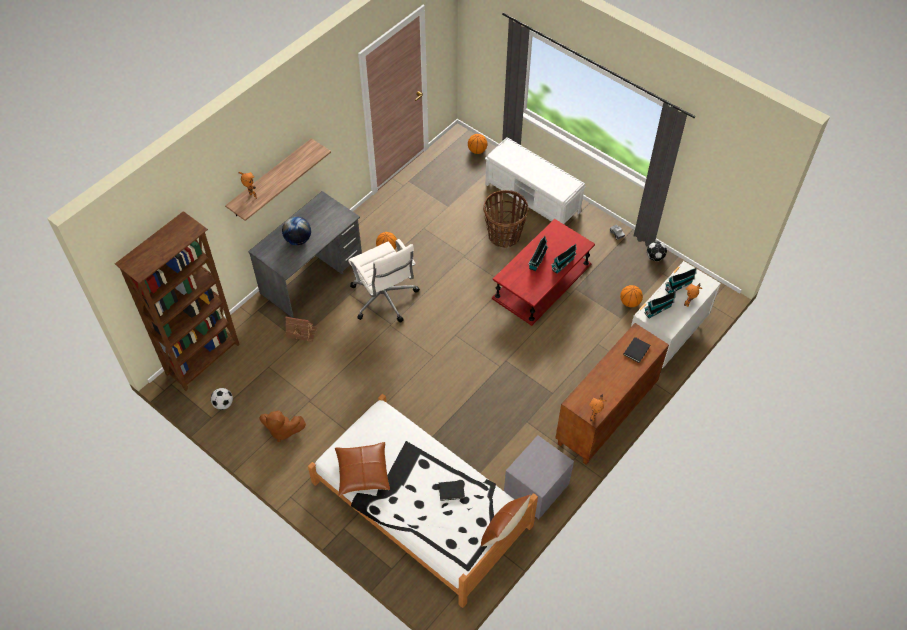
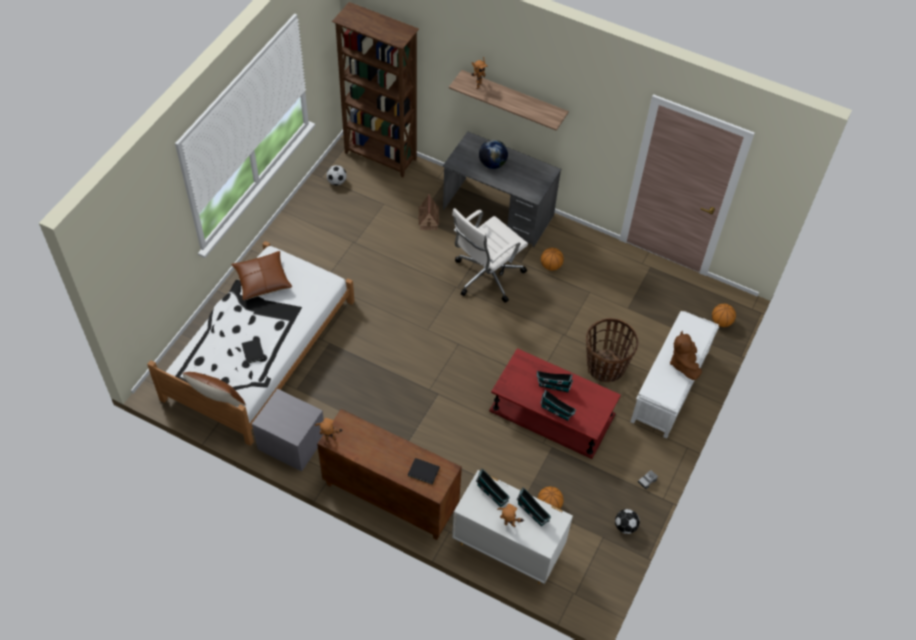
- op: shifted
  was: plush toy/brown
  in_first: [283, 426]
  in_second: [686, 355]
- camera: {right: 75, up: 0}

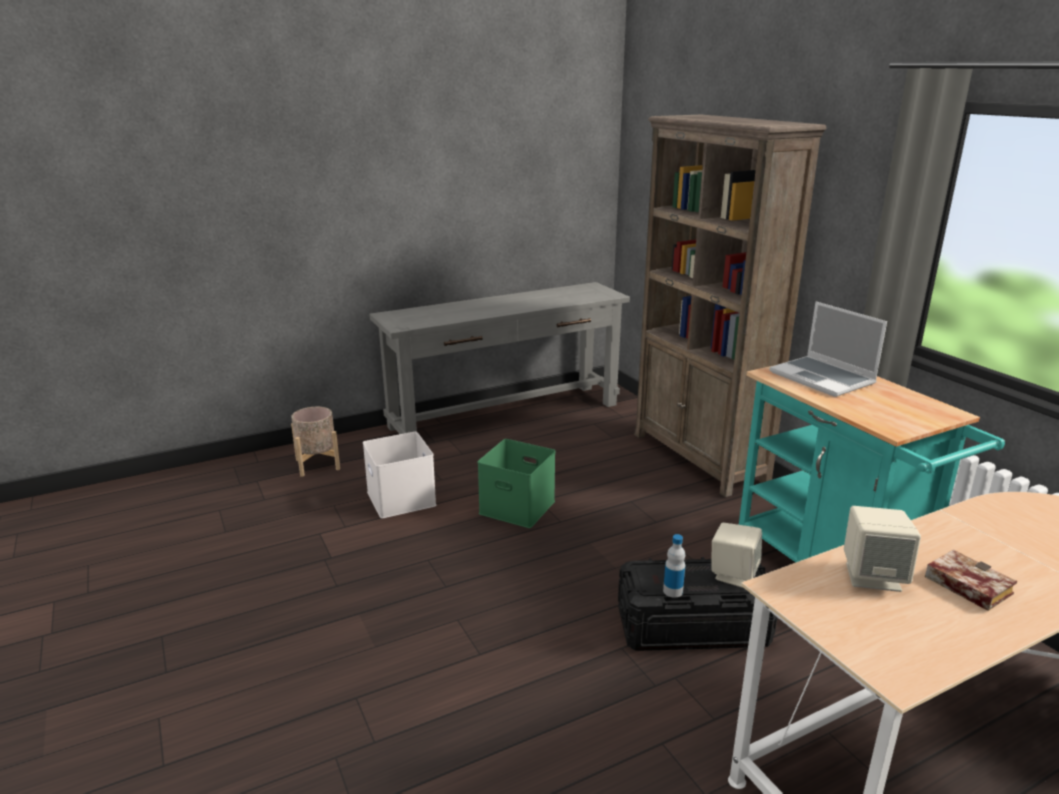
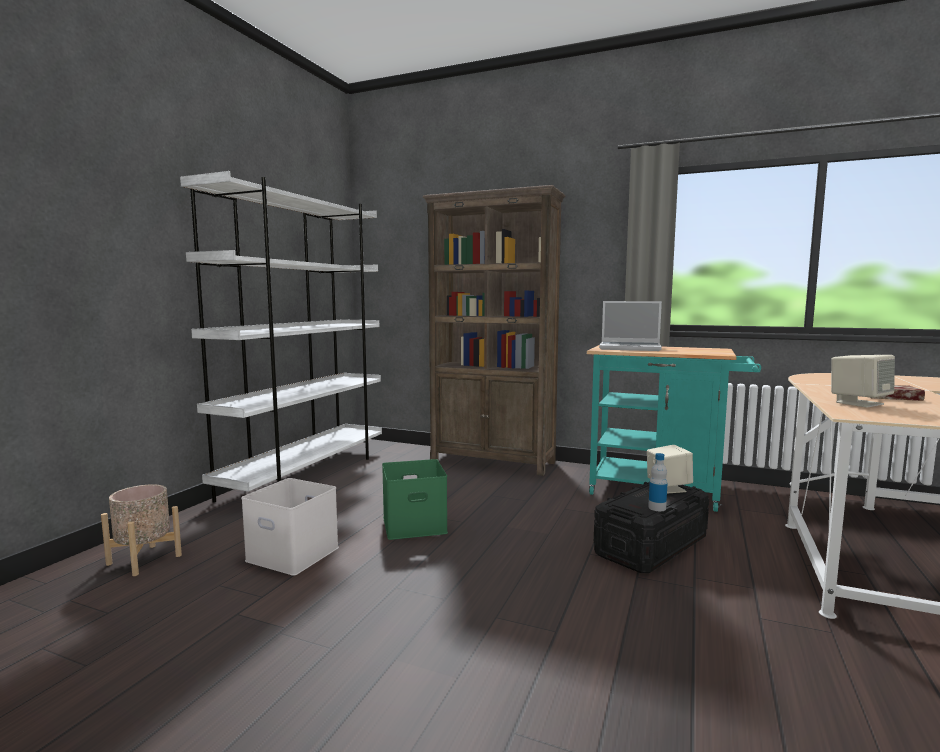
- op: swapped
  was: console table/grey
  now: bookcase/white
  in_first: [499, 358]
  in_second: [281, 337]
- camera: {right: -40, up: -15}

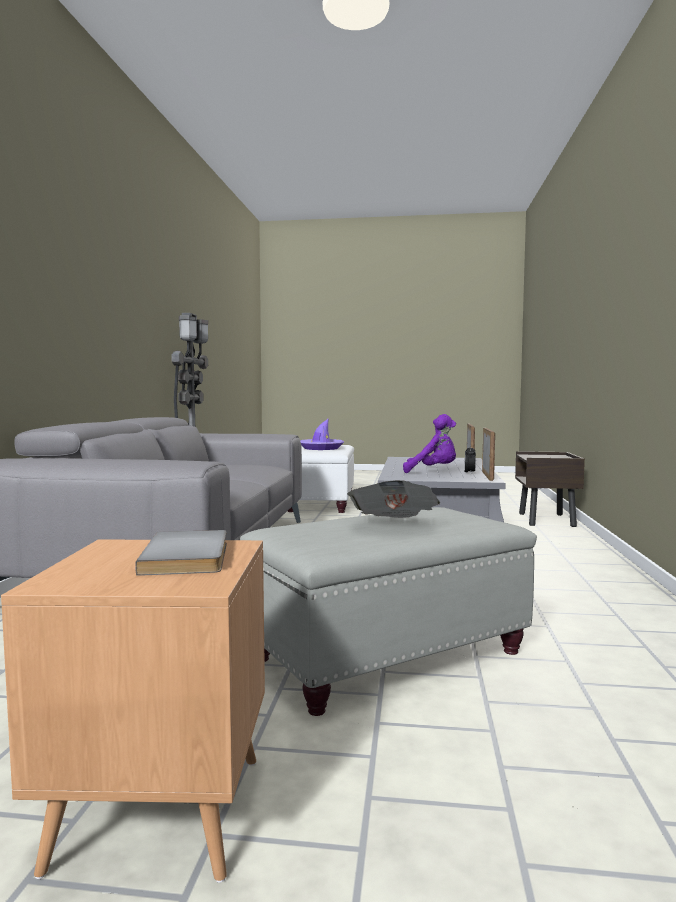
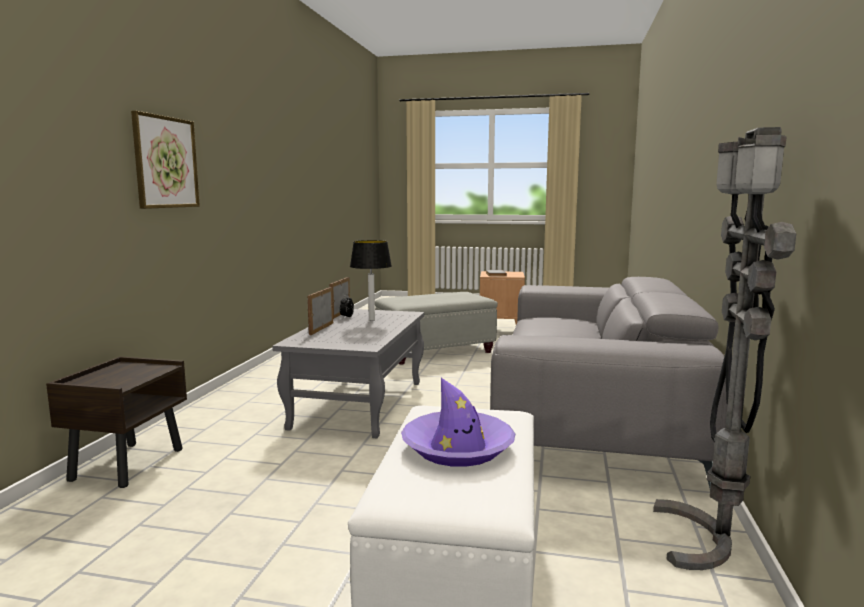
- op: gone
  was: newspaper
  in_first: [394, 499]
- op: swapped
  was: plush toy/purple
  now: table lamp
  in_first: [429, 443]
  in_second: [371, 280]
- op: new
  now: picture
  in_second: [165, 160]
- camera: {right: -175, up: 5}

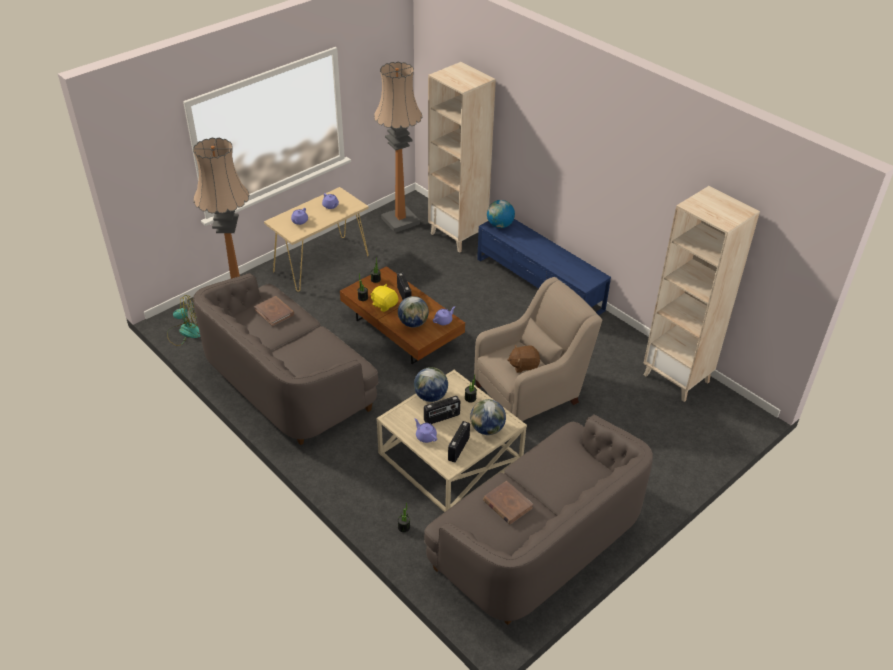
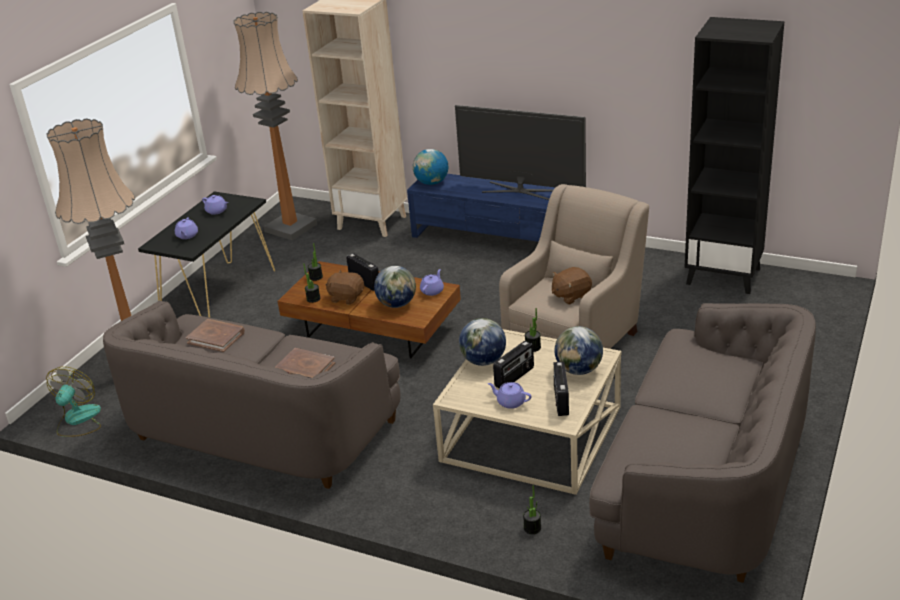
- op: rotated
  was: fan
  in_first: [183, 320]
  in_second: [73, 402]
  clockwise: -45
- op: repainted
  was: console table/beige
  now: console table/black
  in_first: [316, 239]
  in_second: [206, 255]
- op: repainted
  was: plush toy/yellow
  now: plush toy/brown
  in_first: [384, 298]
  in_second: [345, 287]
- op: shifted
  was: book/brown
  in_first: [508, 503]
  in_second: [305, 363]
- op: repainted
  was: bookcase/beige
  now: bookcase/black
  in_first: [701, 294]
  in_second: [734, 155]
- op: new
  now: television
  in_second: [520, 152]
- camera: {right: -20, up: -10}

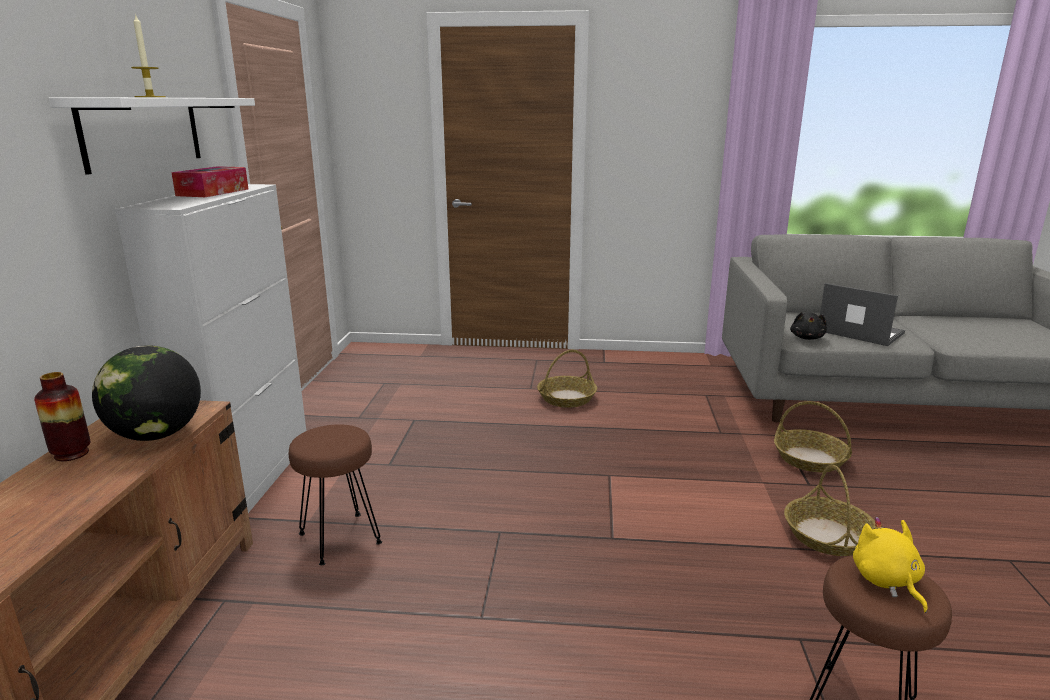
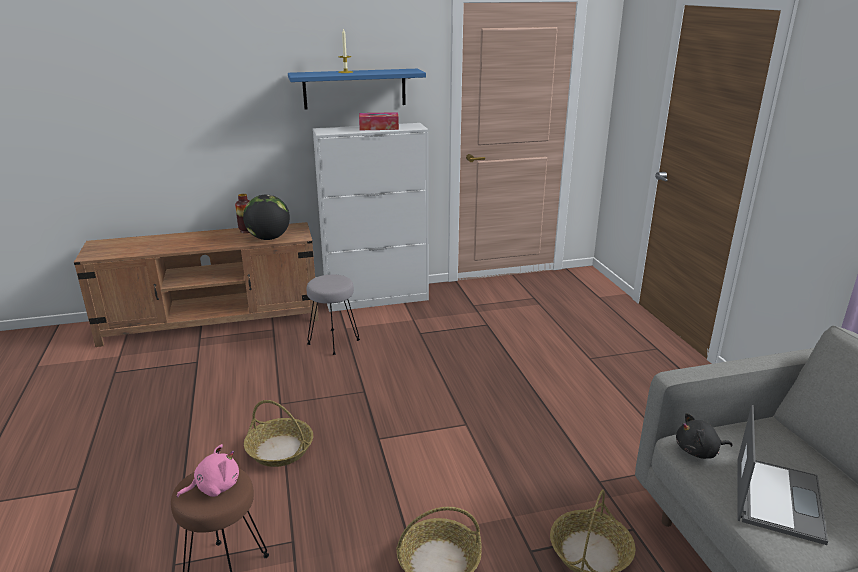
- op: repainted
  was: shelf/white
  now: shelf/blue
  in_first: [151, 136]
  in_second: [357, 89]
- op: repainted
  was: stool/brown
  now: stool/grey
  in_first: [335, 494]
  in_second: [333, 314]
- op: shifted
  was: basket
  in_first: [567, 378]
  in_second: [278, 433]
- op: repainted
  was: plush toy/yellow
  now: plush toy/pink
  in_first: [890, 565]
  in_second: [208, 471]
- camera: {right: 70, up: 5}

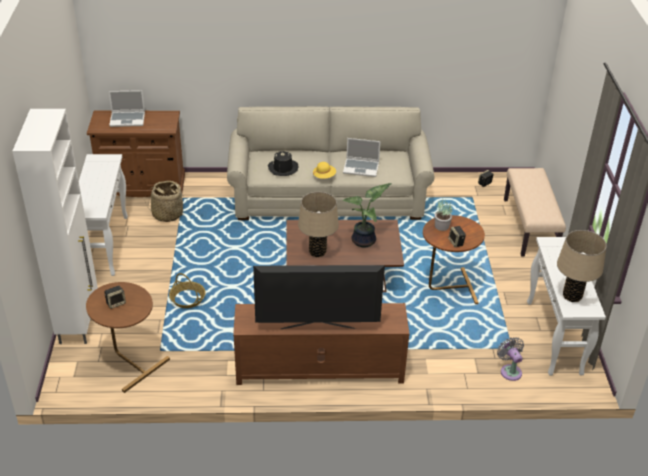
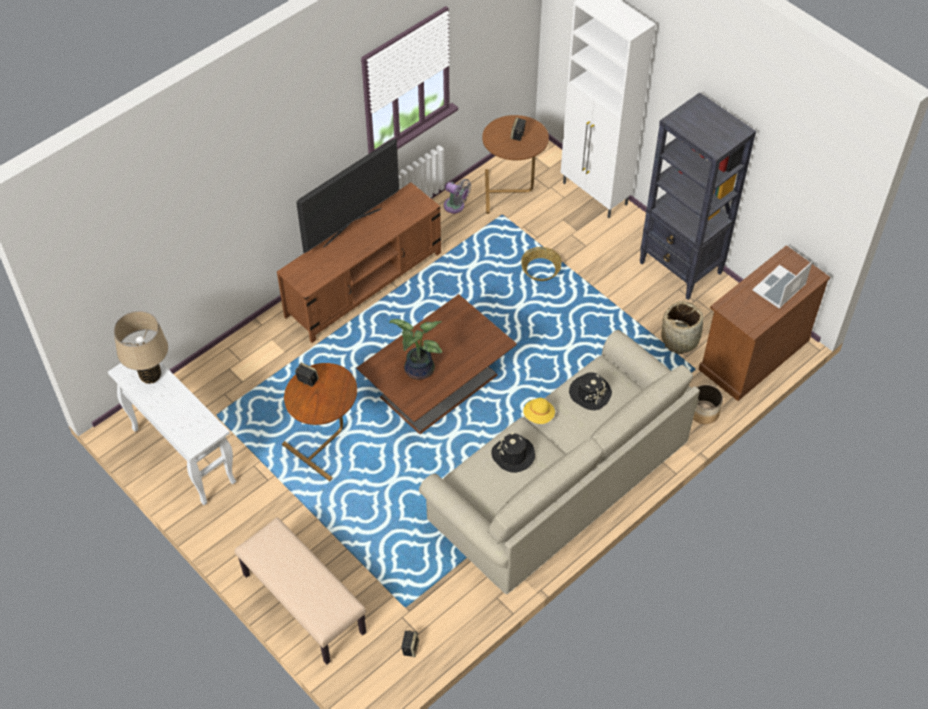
- op: swapped
  was: console table/white
  now: bookcase/black
  in_first: [103, 215]
  in_second: [698, 196]
- op: gone
  was: table lamp/beige
  in_first: [318, 224]
- op: swapped
  was: laptop
  now: hat/black
  in_first: [361, 157]
  in_second: [513, 452]
- op: gone
  was: potted plant
  in_first: [443, 215]
- op: shifted
  was: fan/grey
  in_first: [510, 359]
  in_second: [457, 196]
- op: new
  now: planter
  in_second: [708, 404]
- camera: {right: 140, up: 15}

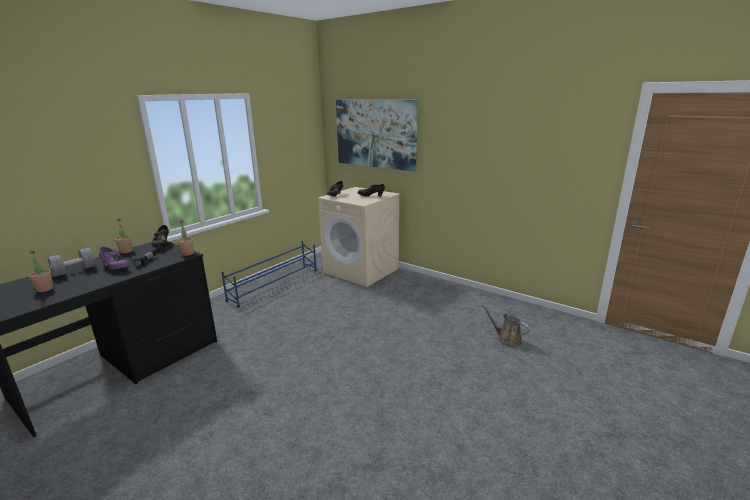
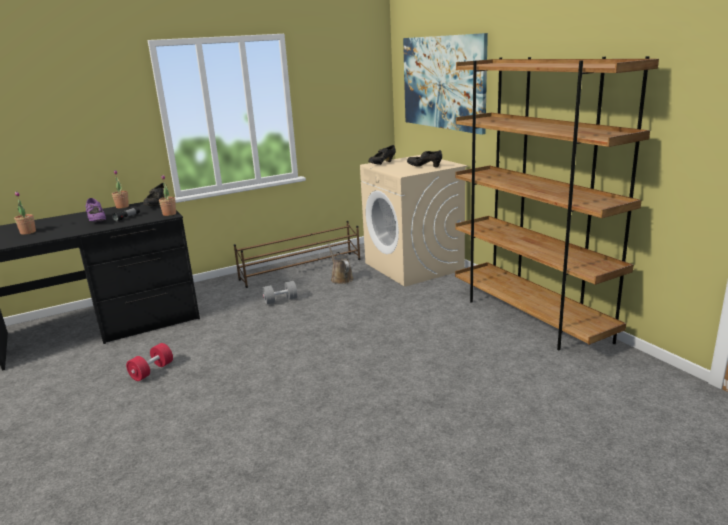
- op: shifted
  was: dumbbell/grey
  in_first: [72, 262]
  in_second: [279, 293]
- op: repainted
  was: shoe rack/blue
  now: shoe rack/brown
  in_first: [269, 274]
  in_second: [297, 254]
- op: shifted
  was: watering can/brown
  in_first: [506, 326]
  in_second: [340, 263]
- op: new
  now: dumbbell/red
  in_second: [149, 362]
- op: new
  now: bookcase/brown
  in_second: [557, 203]
- camera: {right: 25, up: 0}

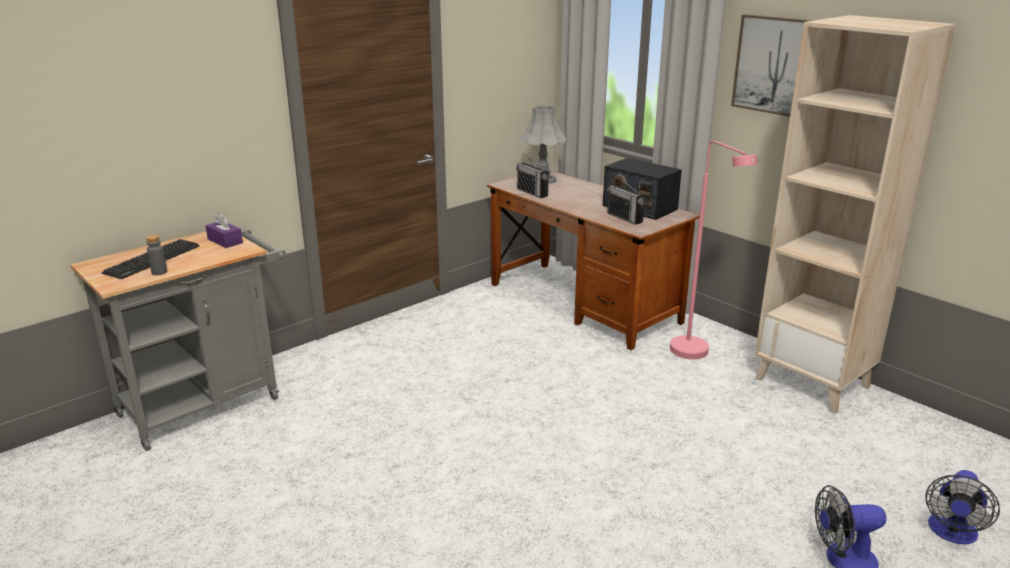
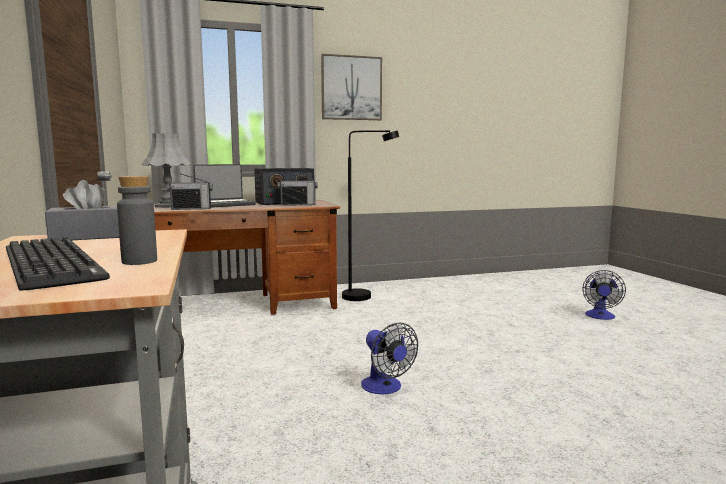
- op: repainted
  was: tissue box/purple
  now: tissue box/grey
  in_first: [224, 230]
  in_second: [82, 210]
- op: repainted
  was: floor lamp/pink
  now: floor lamp/black
  in_first: [713, 250]
  in_second: [370, 215]
- op: gone
  was: bookcase/beige
  in_first: [855, 214]
- op: shifted
  was: fan
  in_first: [962, 507]
  in_second: [389, 358]
- op: new
  now: laptop
  in_second: [224, 186]
- camera: {right: -65, up: -15}

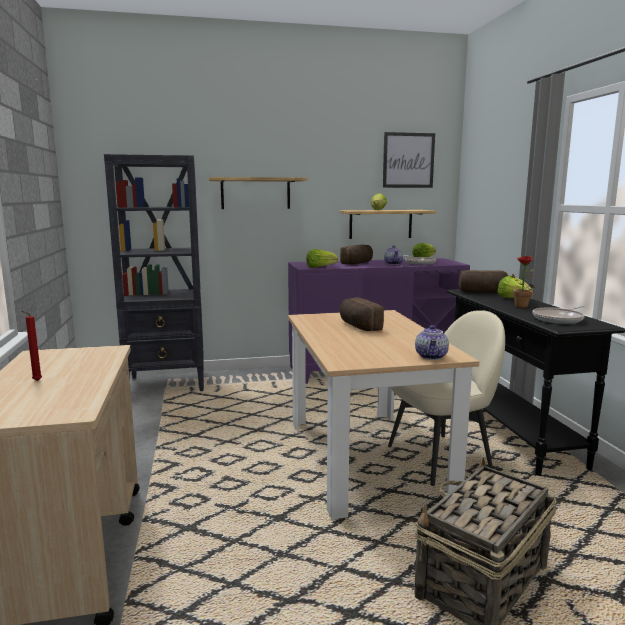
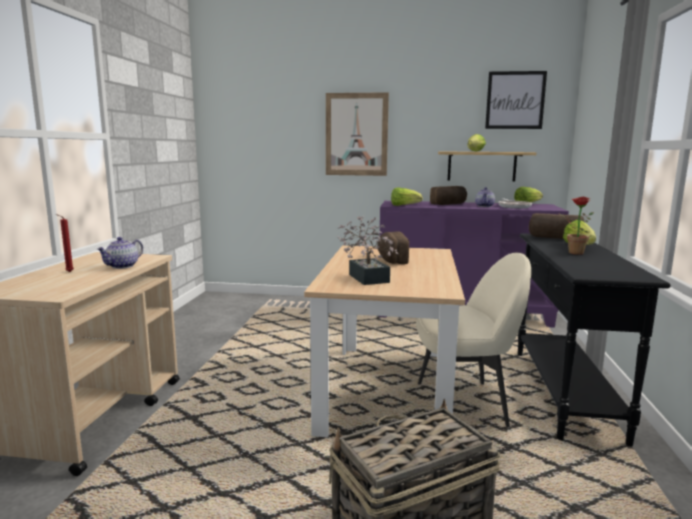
- op: gone
  was: bookcase/black
  in_first: [154, 272]
- op: swapped
  was: shelf
  now: picture
  in_first: [258, 193]
  in_second: [357, 134]
- op: shifted
  was: teapot
  in_first: [432, 342]
  in_second: [120, 253]
- op: gone
  was: frying pan
  in_first: [559, 314]
- op: new
  now: potted plant
  in_second: [368, 250]
- camera: {right: 20, up: 0}

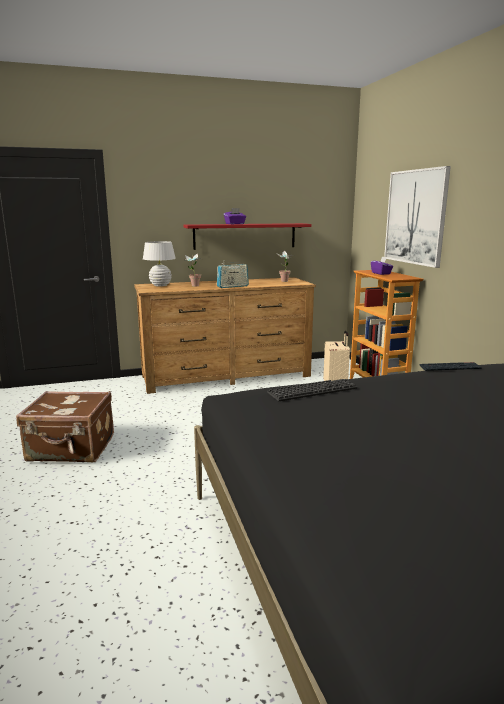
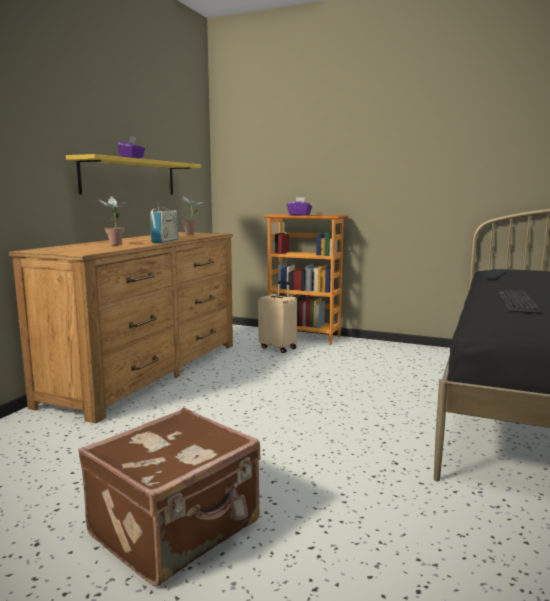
- op: gone
  was: table lamp/white
  in_first: [159, 264]
- op: repainted
  was: shelf/red
  now: shelf/yellow
  in_first: [247, 236]
  in_second: [133, 174]
- op: gone
  was: picture
  in_first: [417, 217]
- camera: {right: -50, up: -5}

